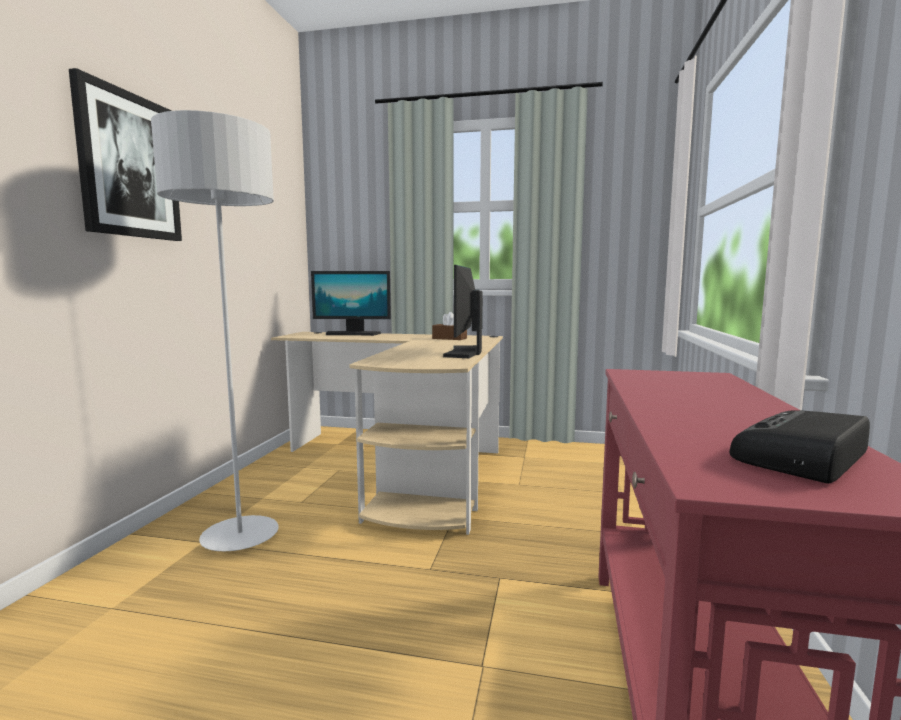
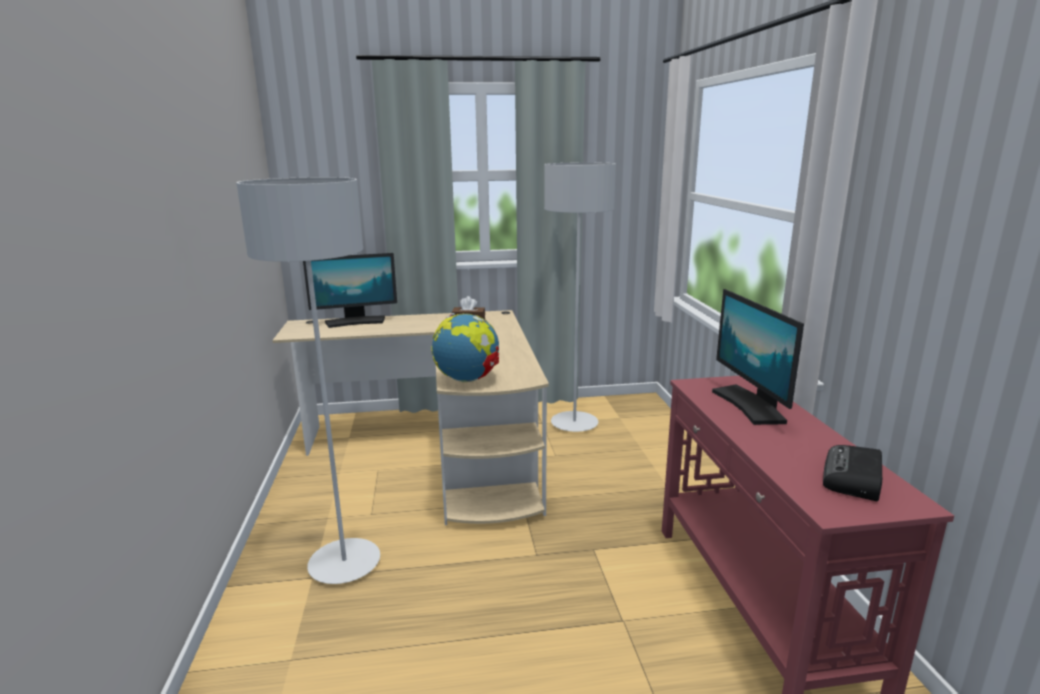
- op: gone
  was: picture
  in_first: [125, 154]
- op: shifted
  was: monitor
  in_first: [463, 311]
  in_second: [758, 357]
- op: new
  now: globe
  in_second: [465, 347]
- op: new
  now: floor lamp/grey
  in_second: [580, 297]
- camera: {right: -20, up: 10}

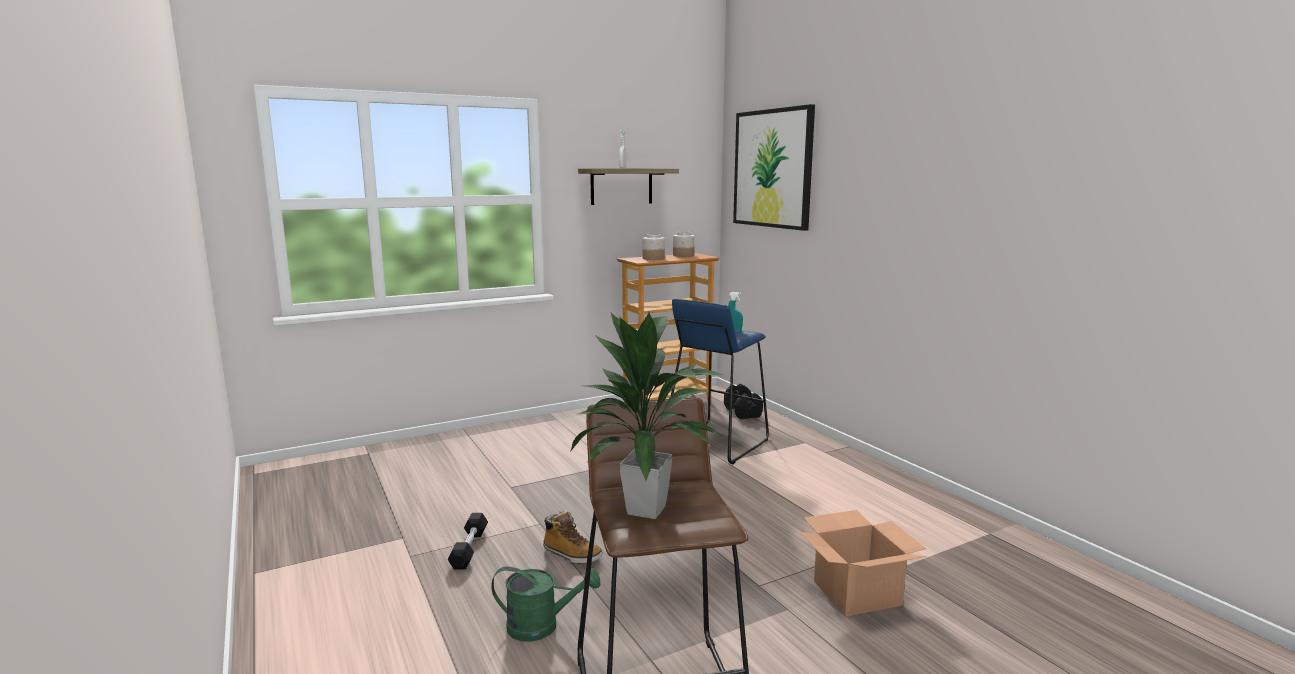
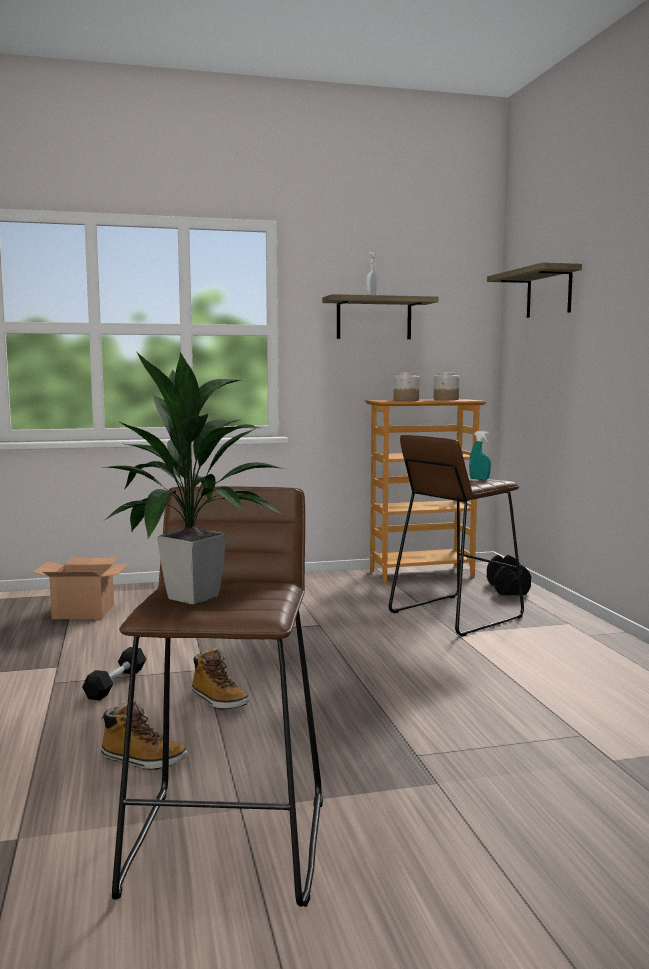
- op: swapped
  was: watering can/green
  now: boot
  in_first: [545, 604]
  in_second: [144, 735]
- op: repainted
  was: stool/blue
  now: stool/brown
  in_first: [720, 381]
  in_second: [456, 536]
- op: swapped
  was: picture
  now: shelf
  in_first: [774, 167]
  in_second: [534, 290]
- op: shifted
  was: cardboard box
  in_first: [863, 563]
  in_second: [80, 588]
- camera: {right: 15, up: -5}

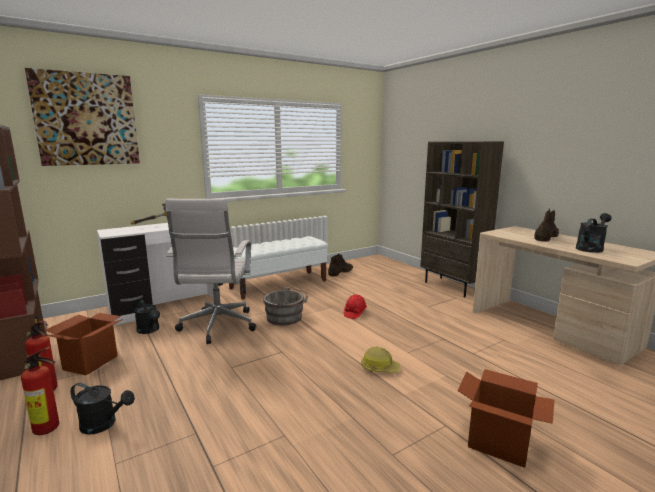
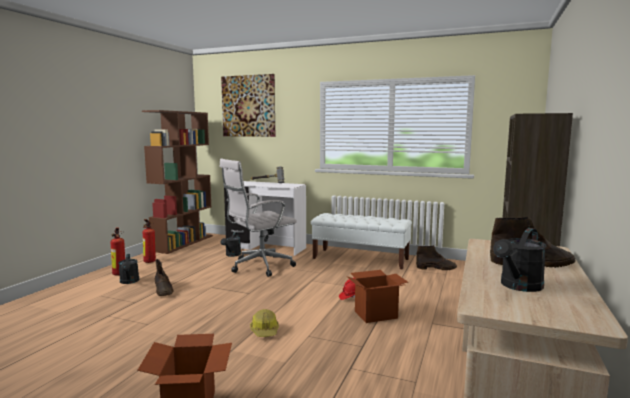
- op: shifted
  was: cardboard box
  in_first: [83, 344]
  in_second: [377, 296]
- op: gone
  was: bucket/grey
  in_first: [285, 306]
- op: rotated
  was: watering can/black
  in_first: [594, 233]
  in_second: [519, 260]
  clockwise: 120
- op: new
  now: boot/brown
  in_second: [164, 277]
- camera: {right: 55, up: -5}

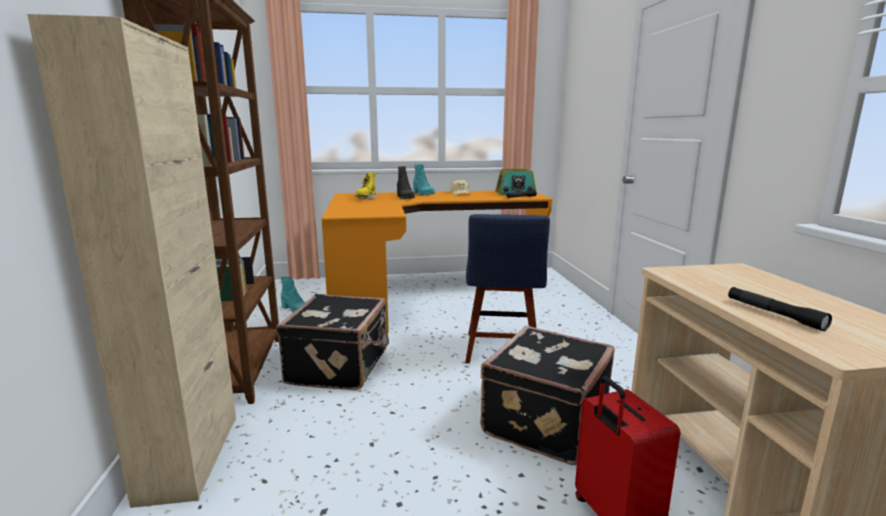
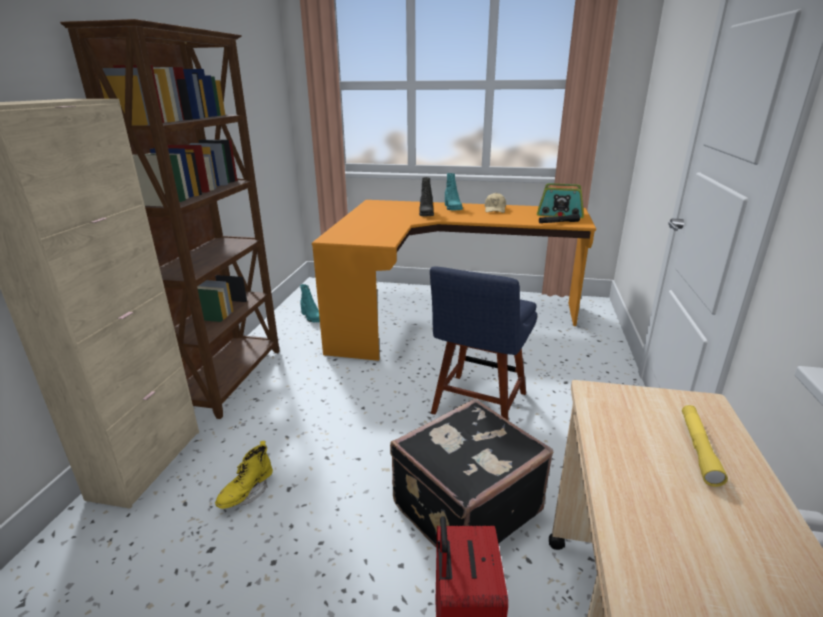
- op: gone
  was: suitcase/black
  in_first: [332, 342]
- op: shifted
  was: boot/yellow
  in_first: [365, 185]
  in_second: [244, 475]
- op: gone
  was: flashlight/black
  in_first: [780, 309]
- op: new
  now: flashlight/yellow
  in_second: [705, 446]
- camera: {right: 20, up: 10}

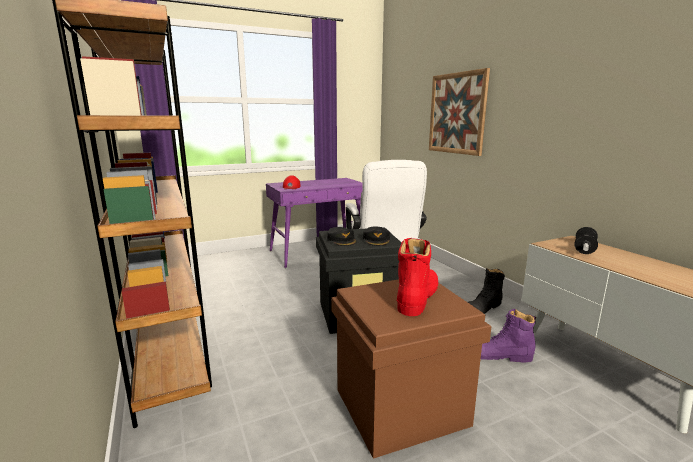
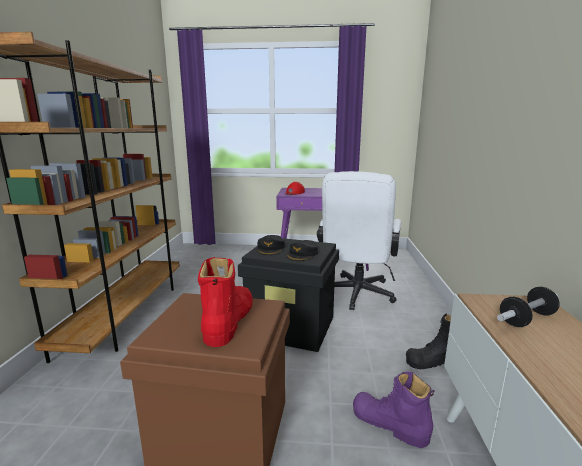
- op: rotated
  was: boot/red
  in_first: [417, 277]
  in_second: [225, 302]
  clockwise: -45
- op: gone
  was: picture
  in_first: [459, 112]
- camera: {right: 30, up: 0}

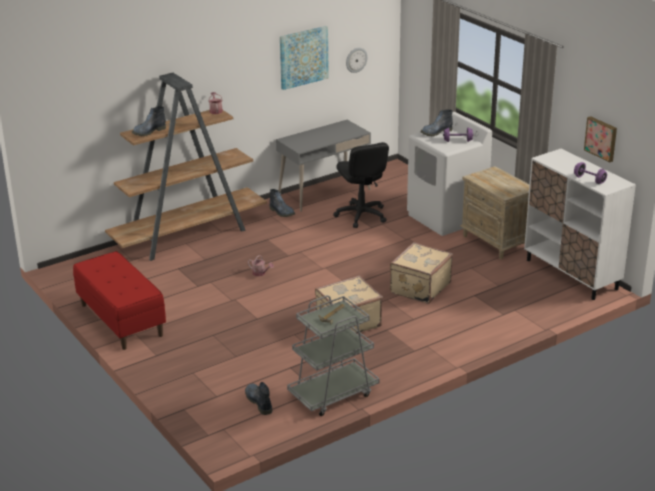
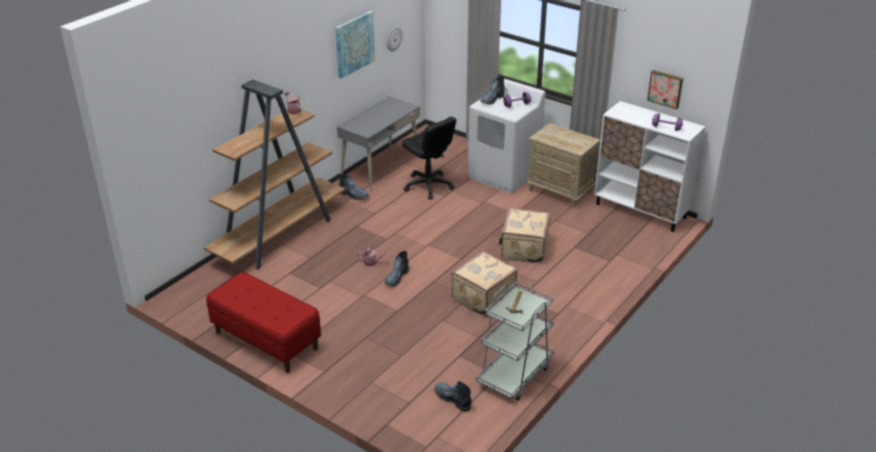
- op: shifted
  was: boot
  in_first: [148, 121]
  in_second: [396, 268]
- camera: {right: -20, up: 5}

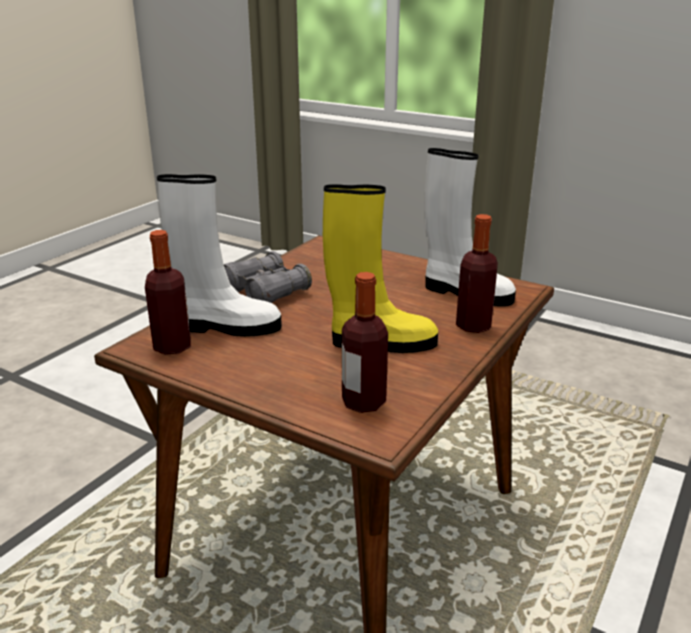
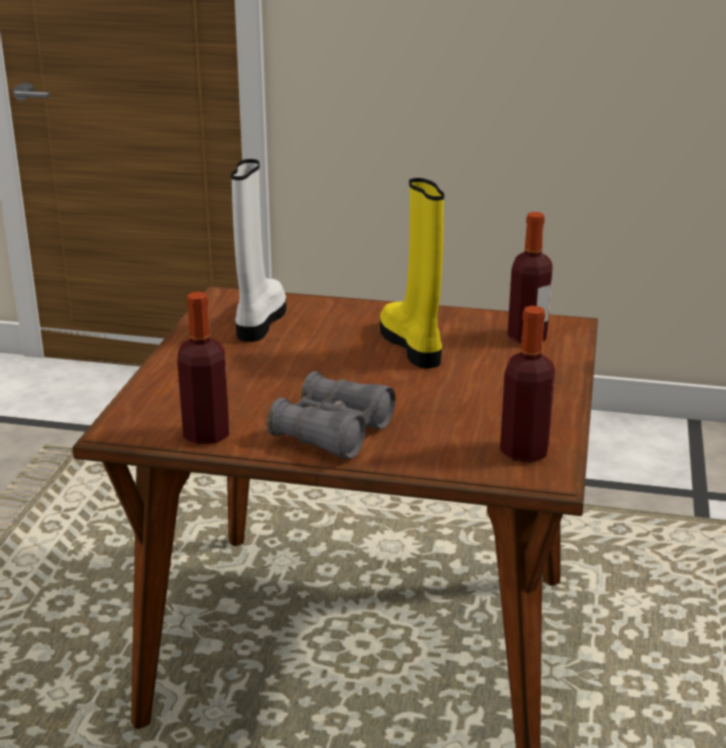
- op: gone
  was: boot/white
  in_first: [219, 255]
- op: shifted
  was: bottle
  in_first: [477, 273]
  in_second: [203, 368]
- camera: {right: -110, up: 0}

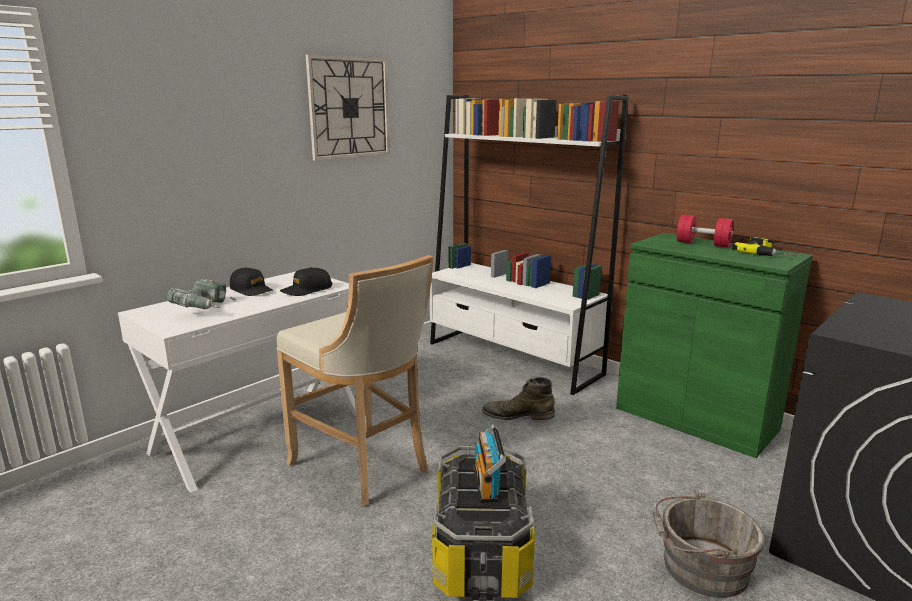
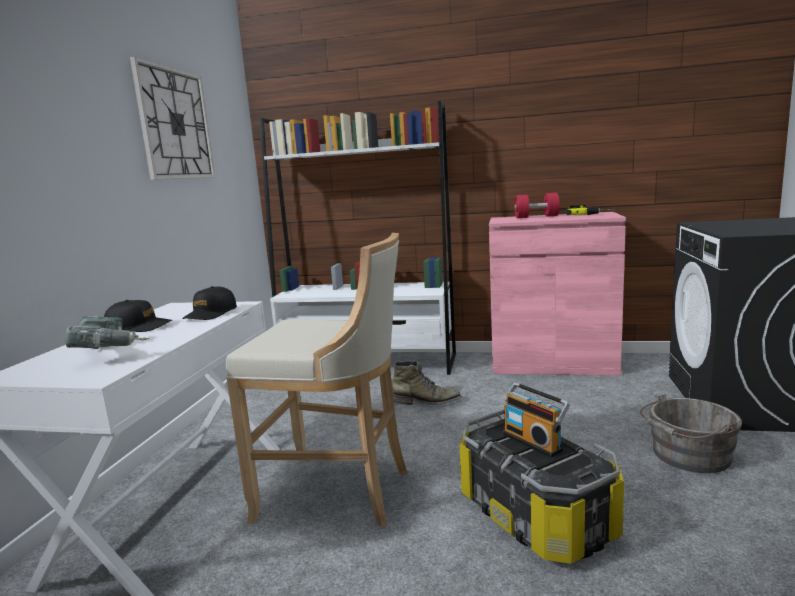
- op: rotated
  was: boot/green
  in_first: [518, 398]
  in_second: [427, 383]
  clockwise: -150
- op: repainted
  was: cabinet/green
  now: cabinet/pink
  in_first: [714, 345]
  in_second: [557, 294]
- camera: {right: -30, up: -5}

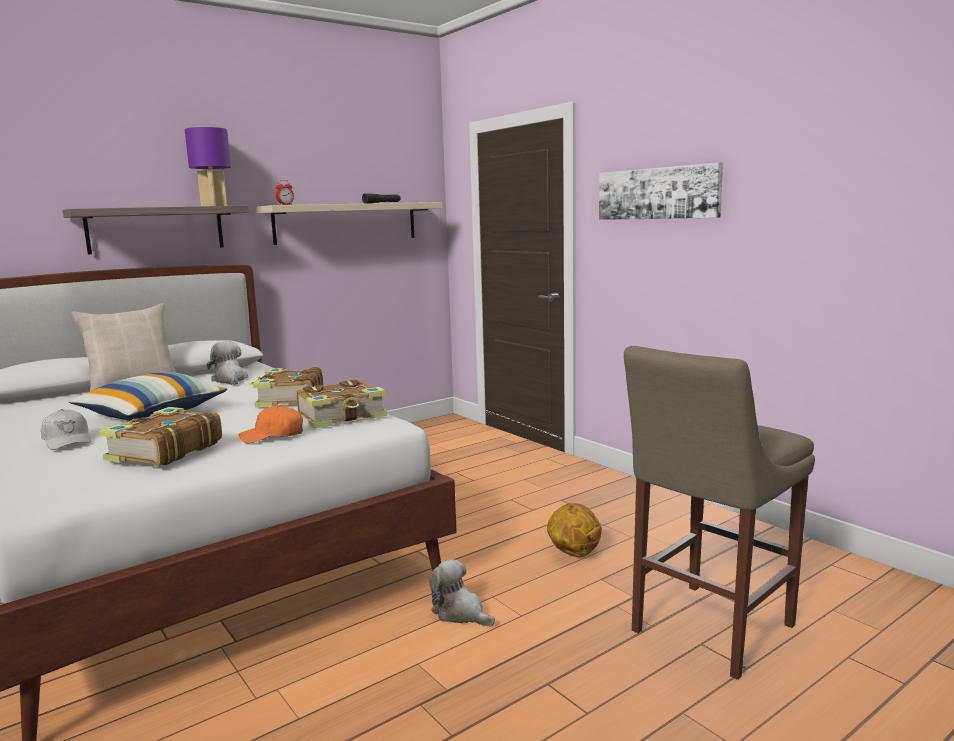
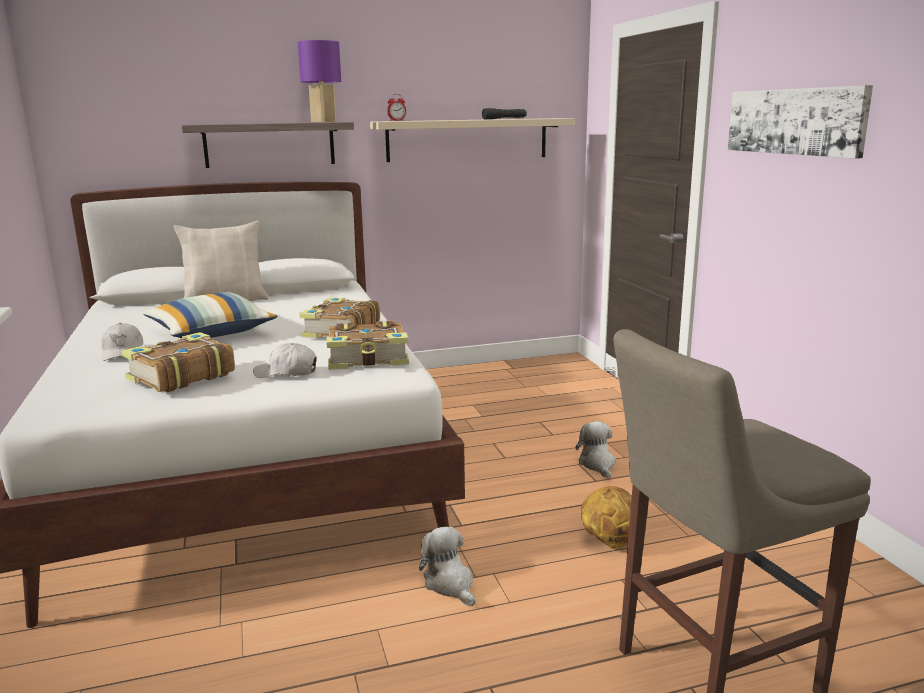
- op: shifted
  was: plush toy
  in_first: [227, 363]
  in_second: [595, 450]
- op: repainted
  was: cap/orange
  now: cap/white
  in_first: [271, 424]
  in_second: [285, 360]
- camera: {right: 20, up: 5}

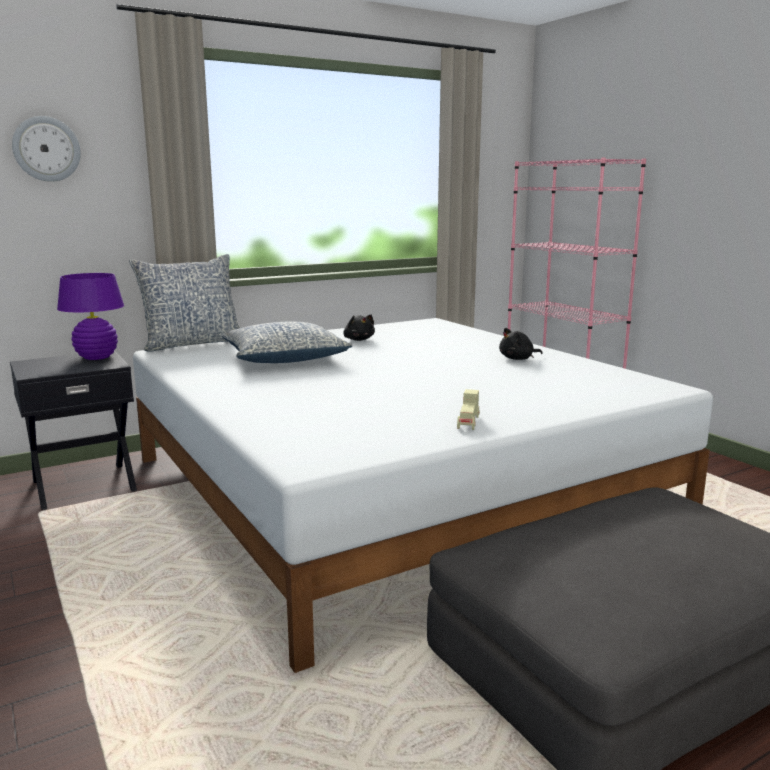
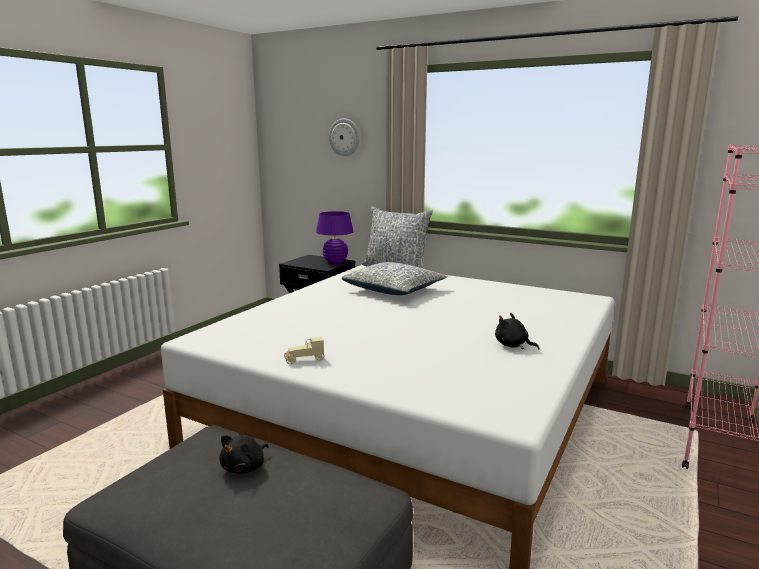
- op: shifted
  was: plush toy/black
  in_first: [359, 327]
  in_second: [244, 454]
- camera: {right: 60, up: 0}

